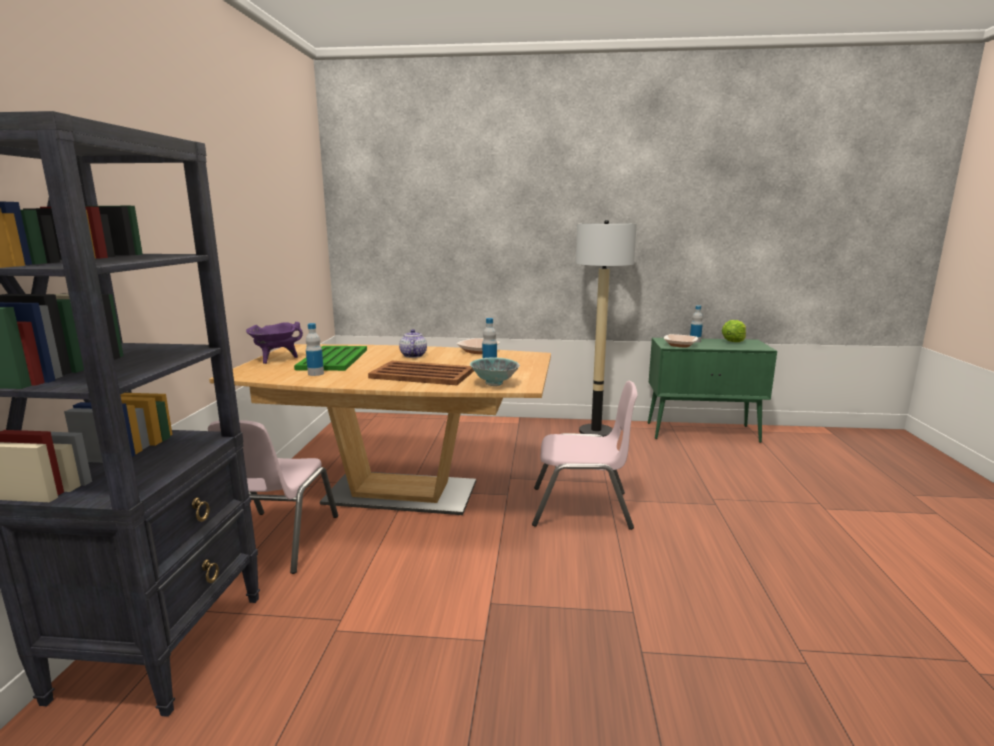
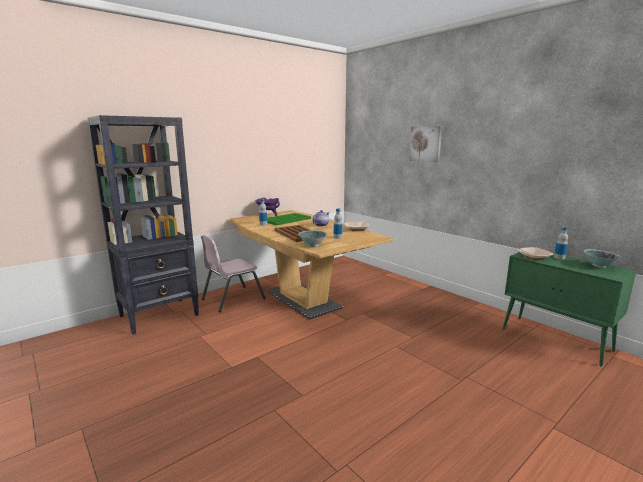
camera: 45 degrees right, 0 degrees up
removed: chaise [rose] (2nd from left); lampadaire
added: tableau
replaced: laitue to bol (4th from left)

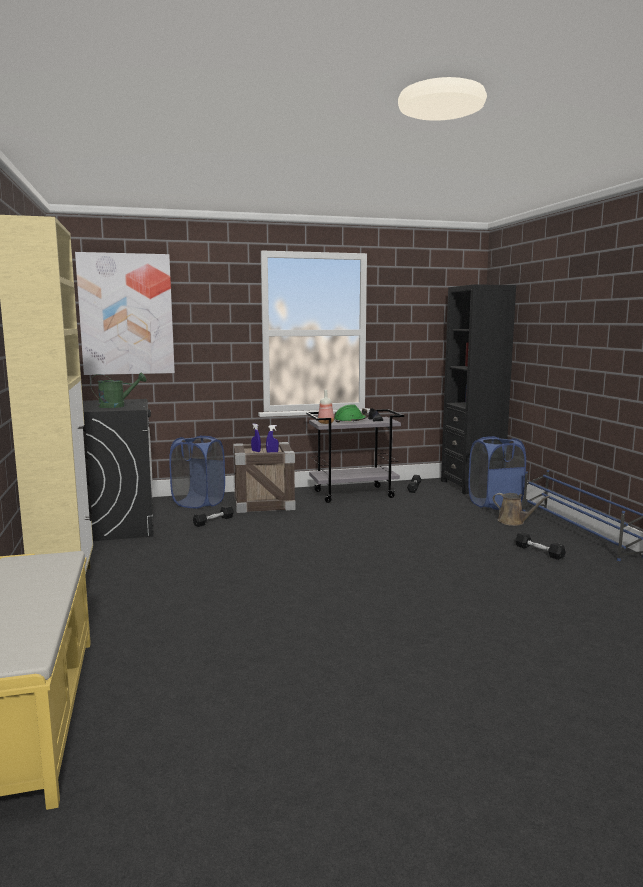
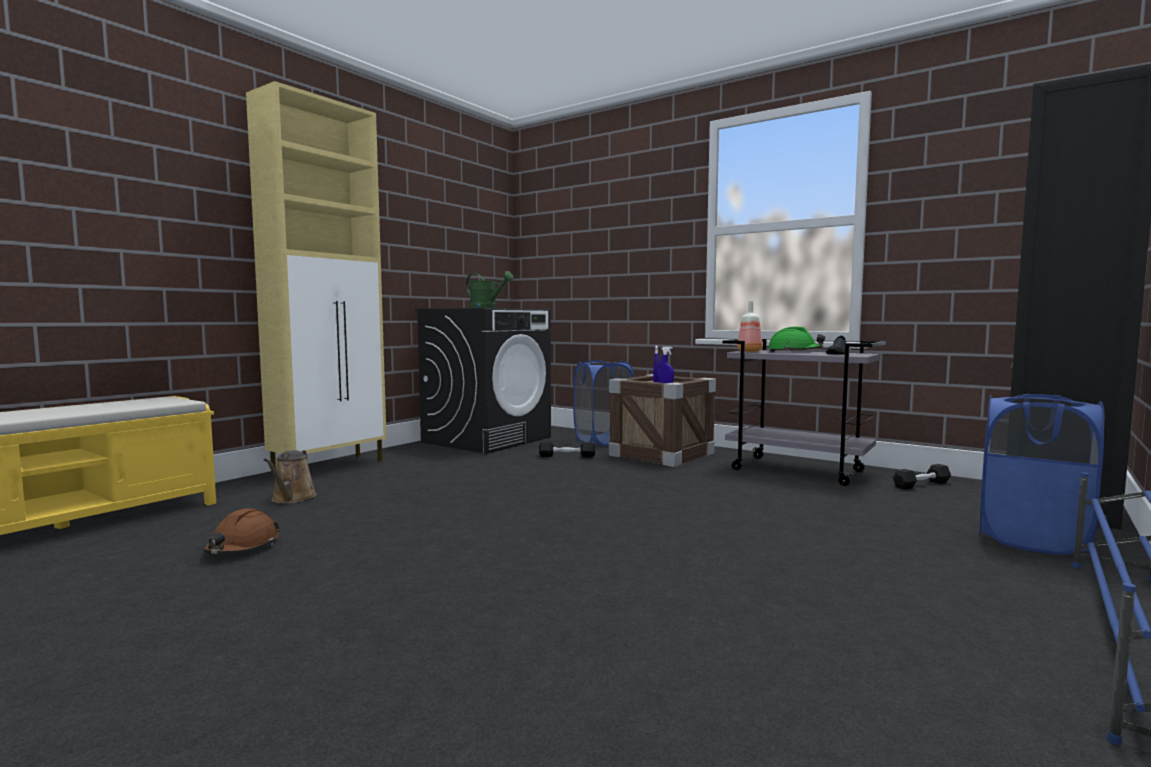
camera: 50 degrees right, 5 degrees down
removed: tableau; haltère [noir] (3rd from left)
added: casque de chantier [marron]
moved: arrosoir [marron]

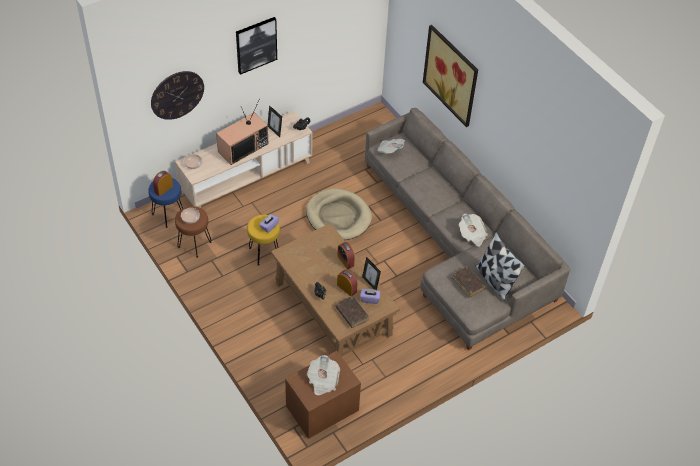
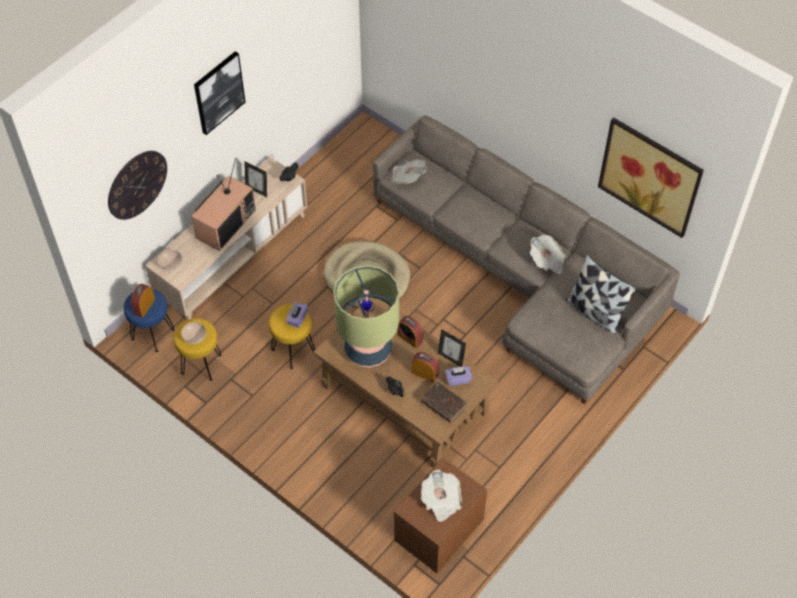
camera: 15 degrees left, 5 degrees up
removed: livre [marron] (2nd from left)
added: lampe de table
moved: tableau (2nd from left)
recoloured: tabouret [marron] to tabouret [jaune] (1st from left)

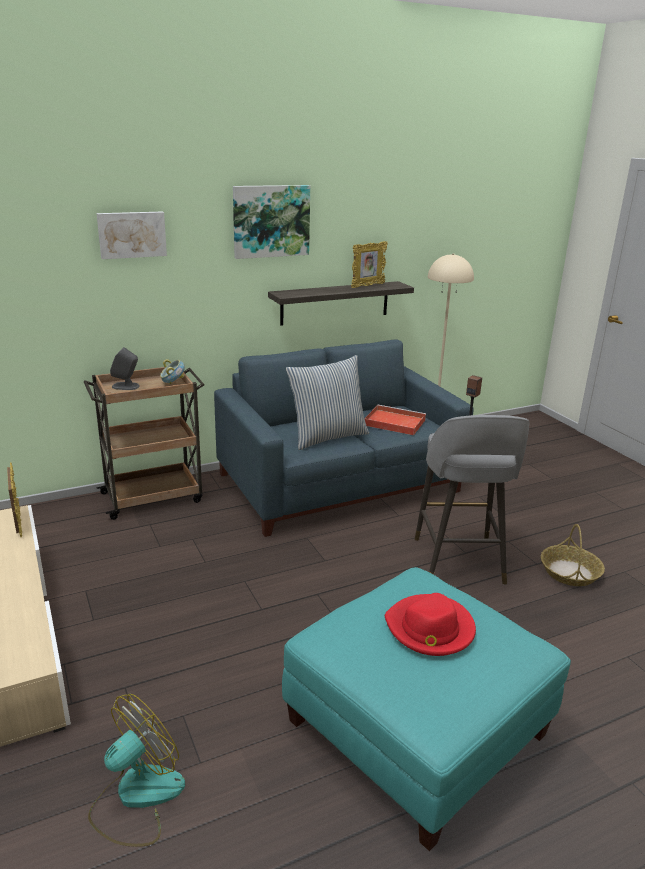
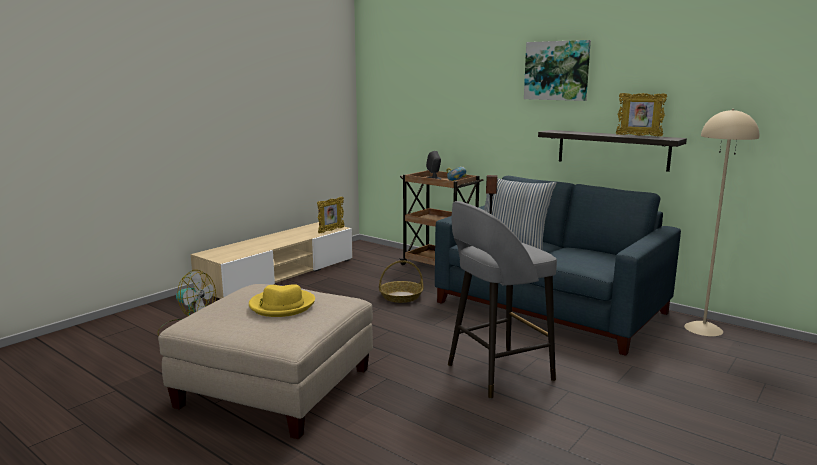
camera: 65 degrees right, 10 degrees down
removed: tableau (1st from left); plateau [rouge]
moved: panier
recoloured: pouf [turquoise] to pouf [beige]; chapeau [rouge] to chapeau [jaune]

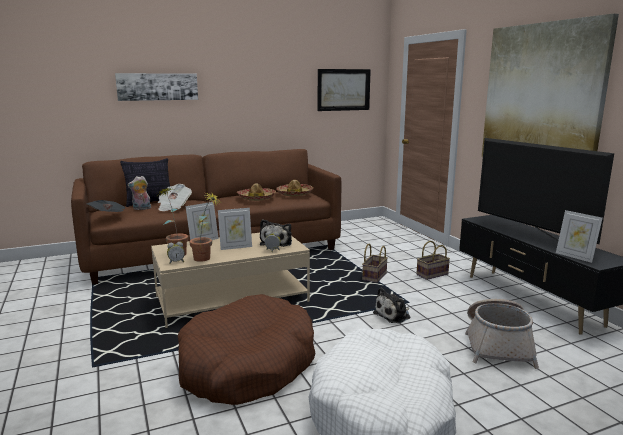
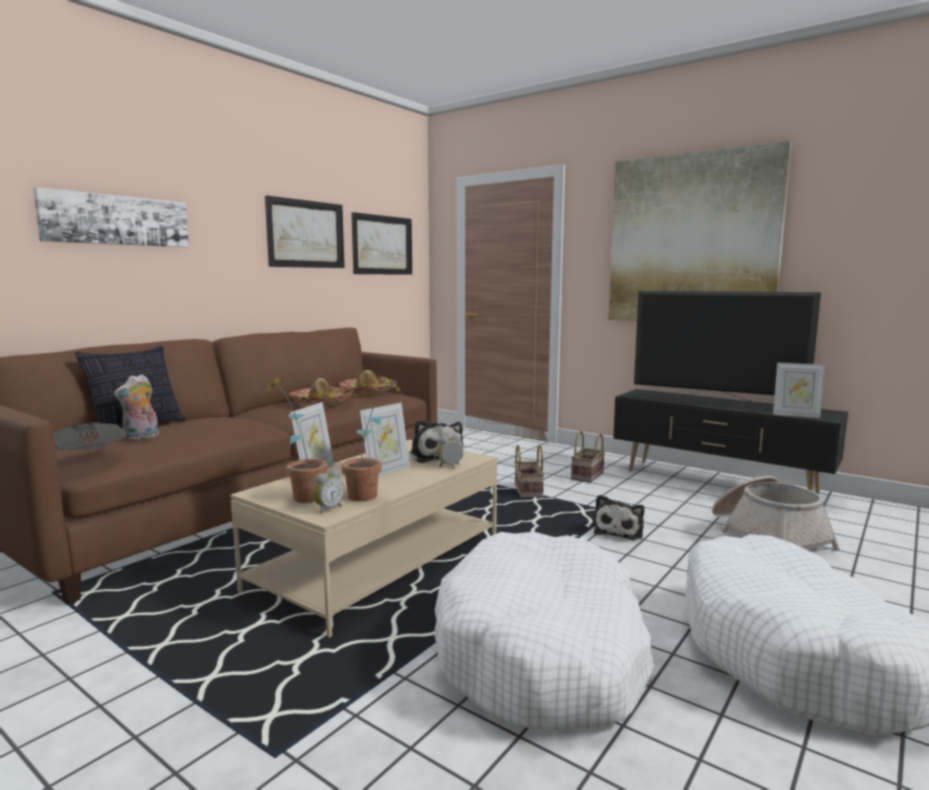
camera: 30 degrees left, 5 degrees down
removed: journal (2nd from left)
added: tableau (2nd from left)
recoloured: panier pour chien [marron] to panier pour chien [blanc] (1st from left)

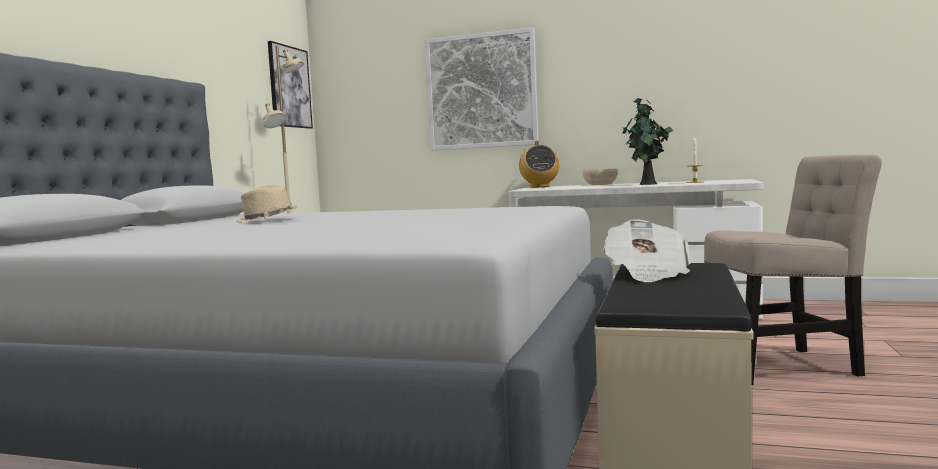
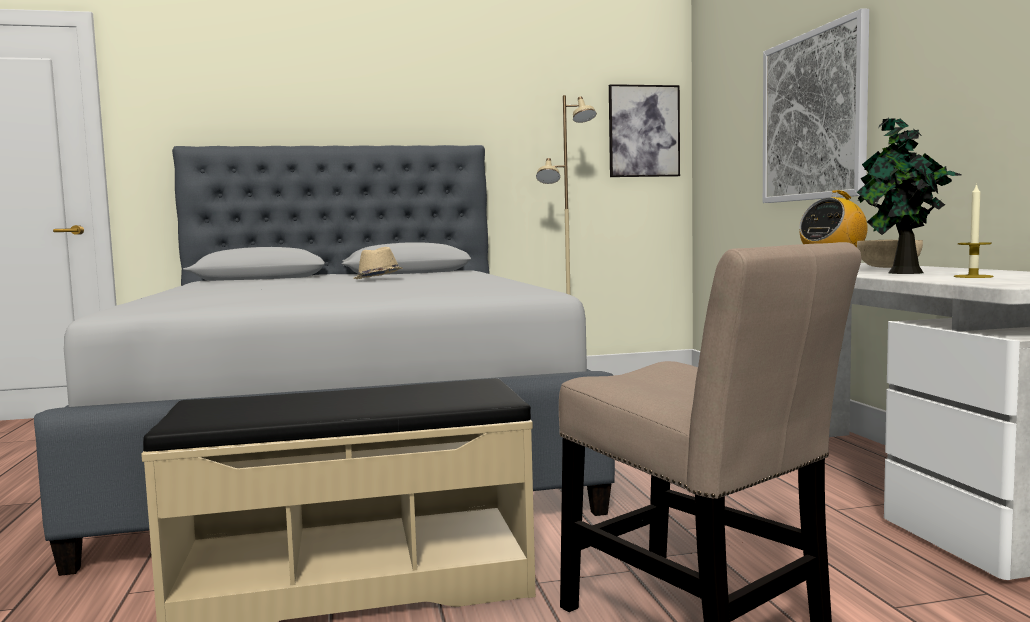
camera: 60 degrees right, 0 degrees up
removed: journal

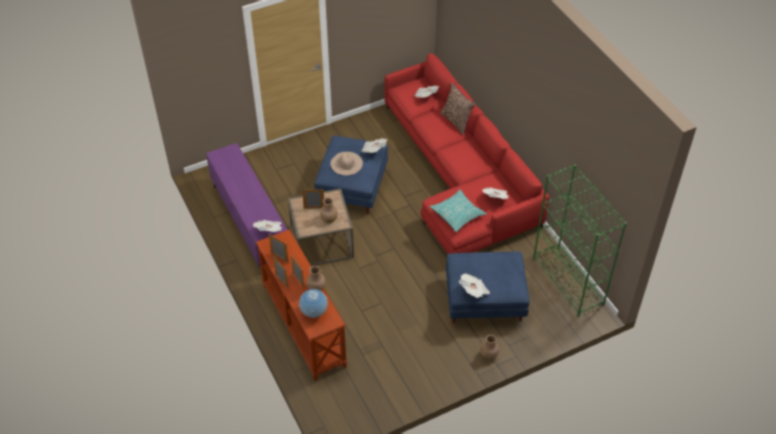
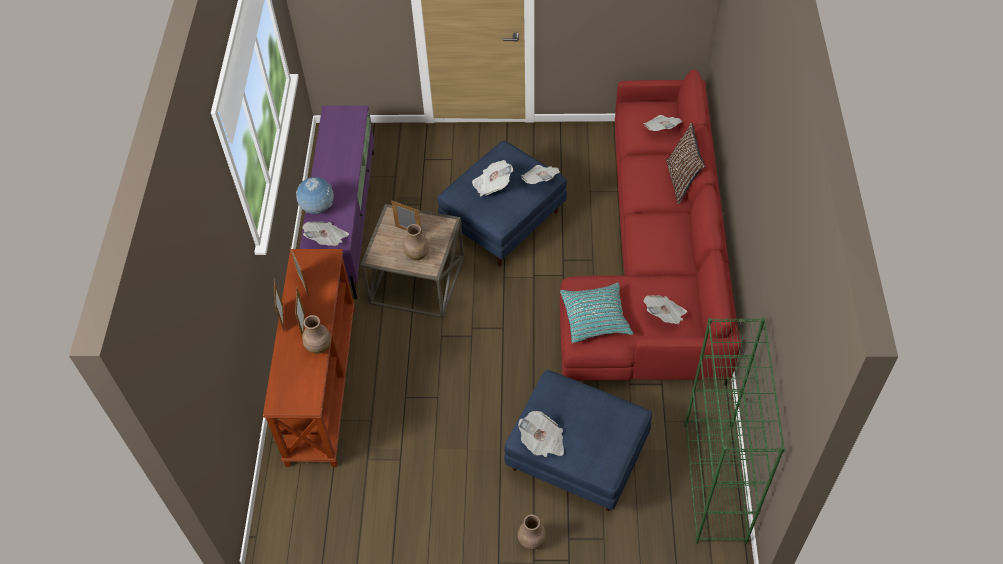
camera: 30 degrees right, 5 degrees up
moved: globe
replaced: chapeau [beige] to journal (2nd from left)

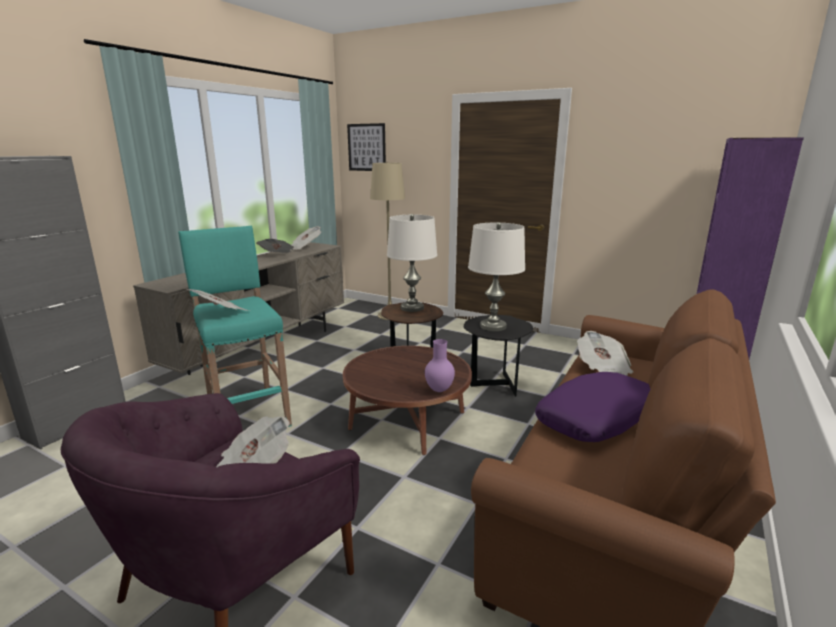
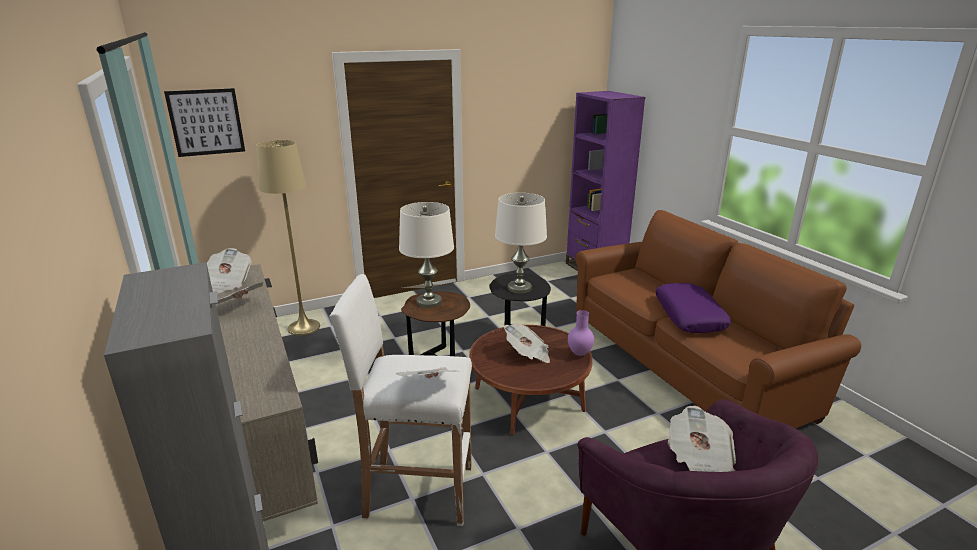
camera: 55 degrees left, 5 degrees up
moved: journal (5th from left in the first image) to journal (4th from left)
recoloured: tabouret [turquoise] to tabouret [blanc]

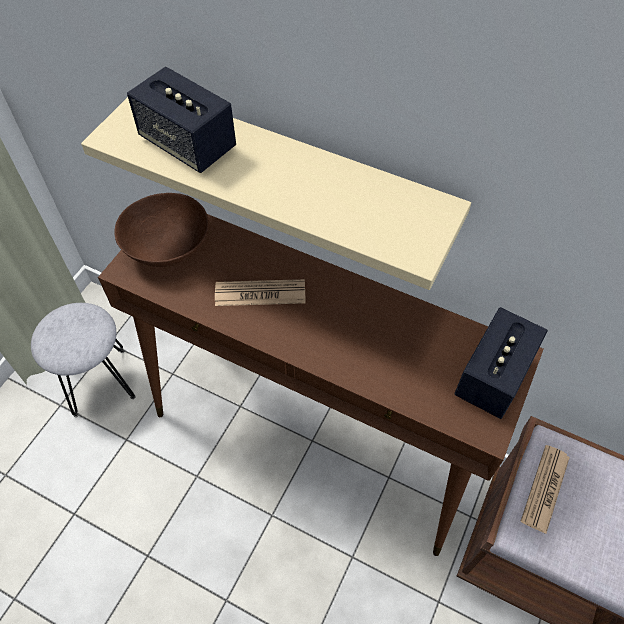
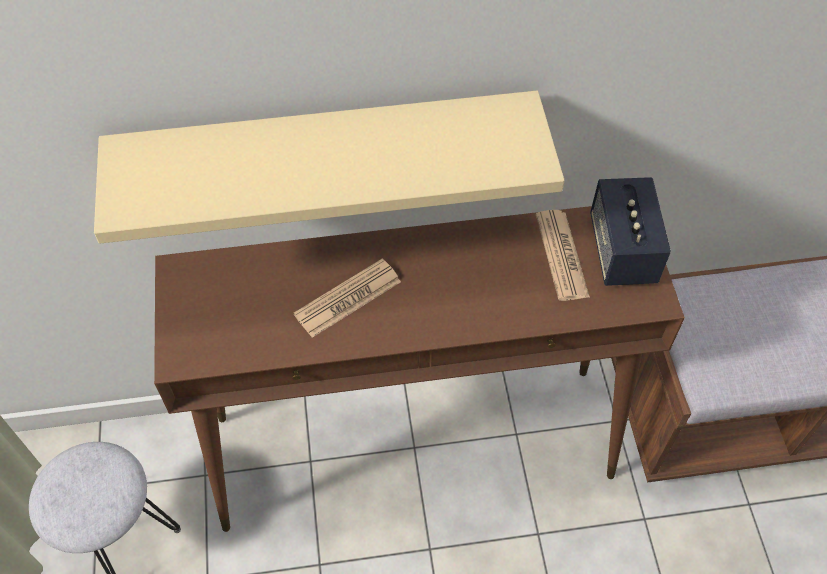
camera: 35 degrees left, 0 degrees up
removed: bol [marron]; enceinte (1st from left)
moved: journal (2nd from left)

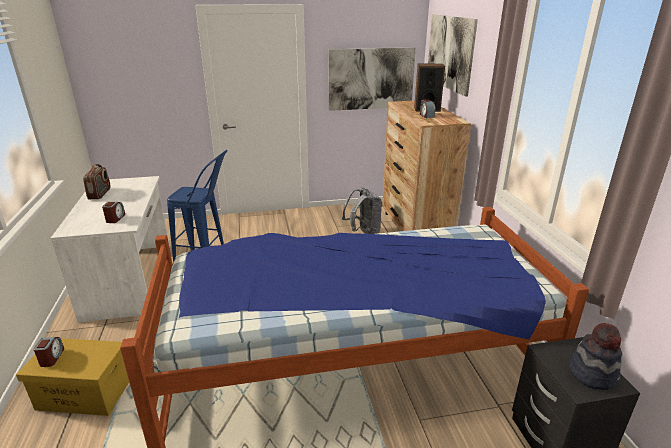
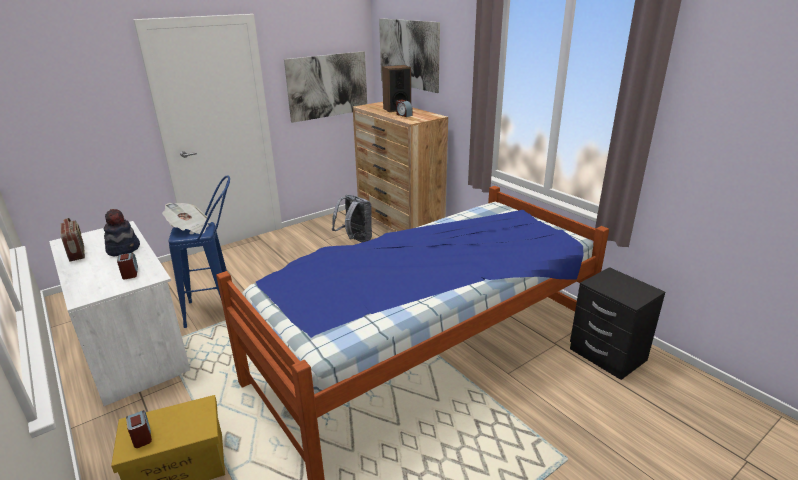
camera: 25 degrees left, 0 degrees up
added: journal
moved: chapeau

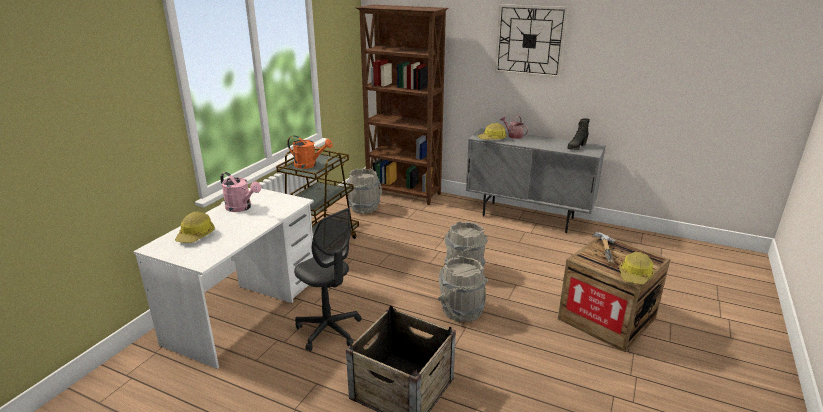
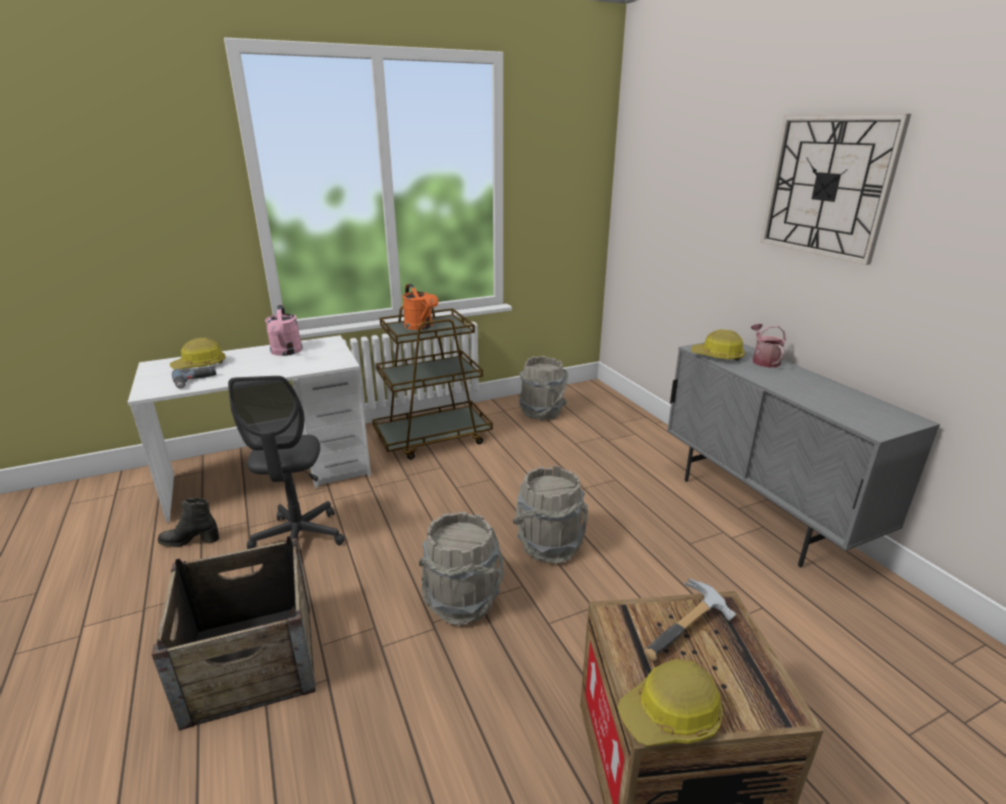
camera: 40 degrees right, 0 degrees up
removed: bibliothèque [marron]
added: perceuse
moved: botte [noir]

